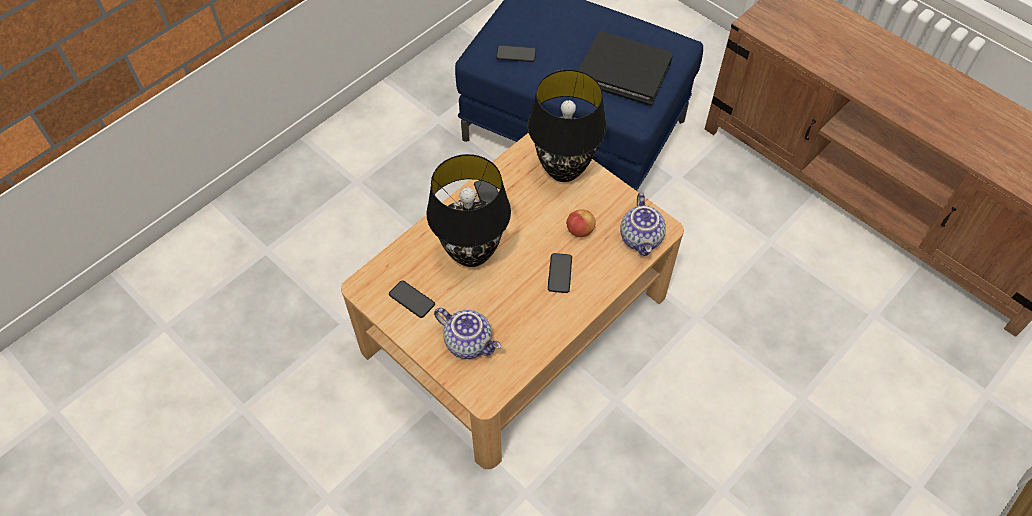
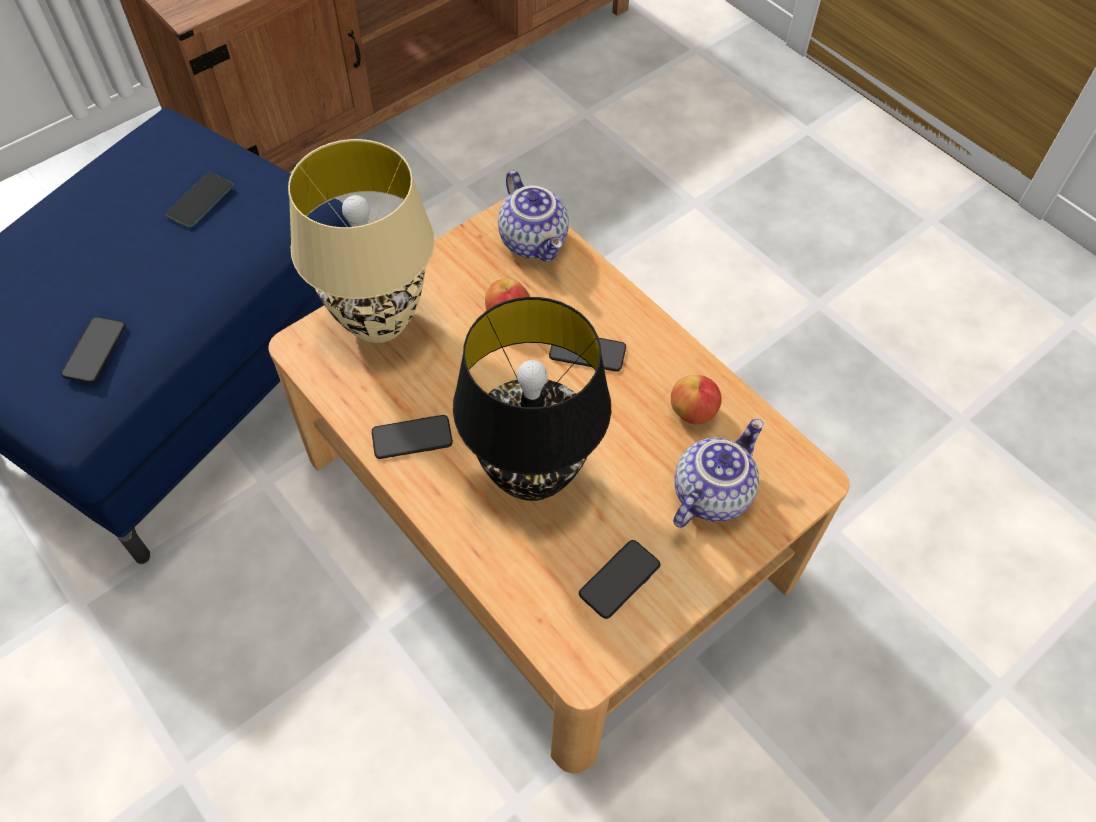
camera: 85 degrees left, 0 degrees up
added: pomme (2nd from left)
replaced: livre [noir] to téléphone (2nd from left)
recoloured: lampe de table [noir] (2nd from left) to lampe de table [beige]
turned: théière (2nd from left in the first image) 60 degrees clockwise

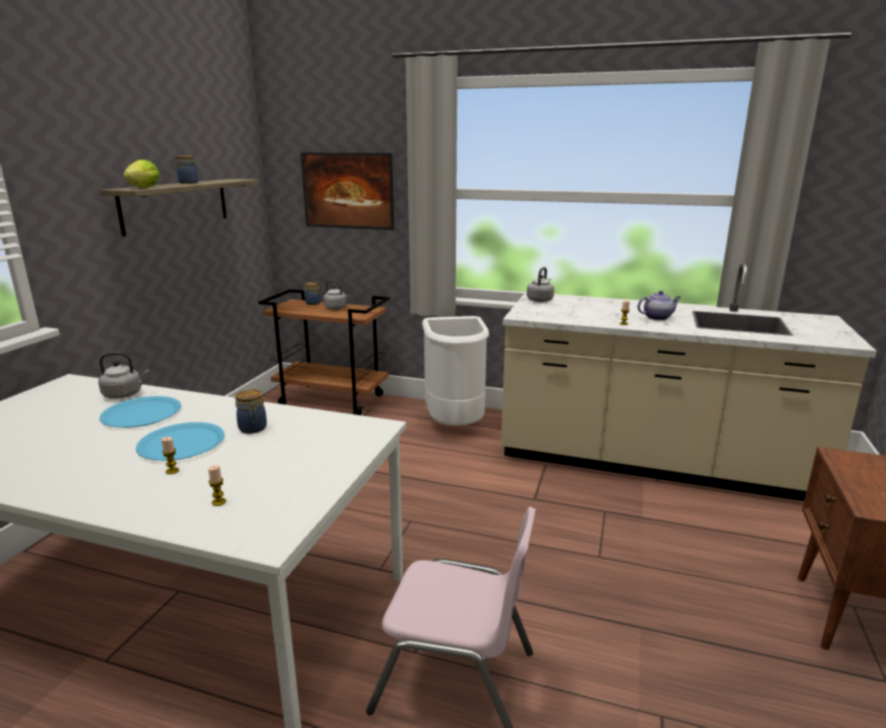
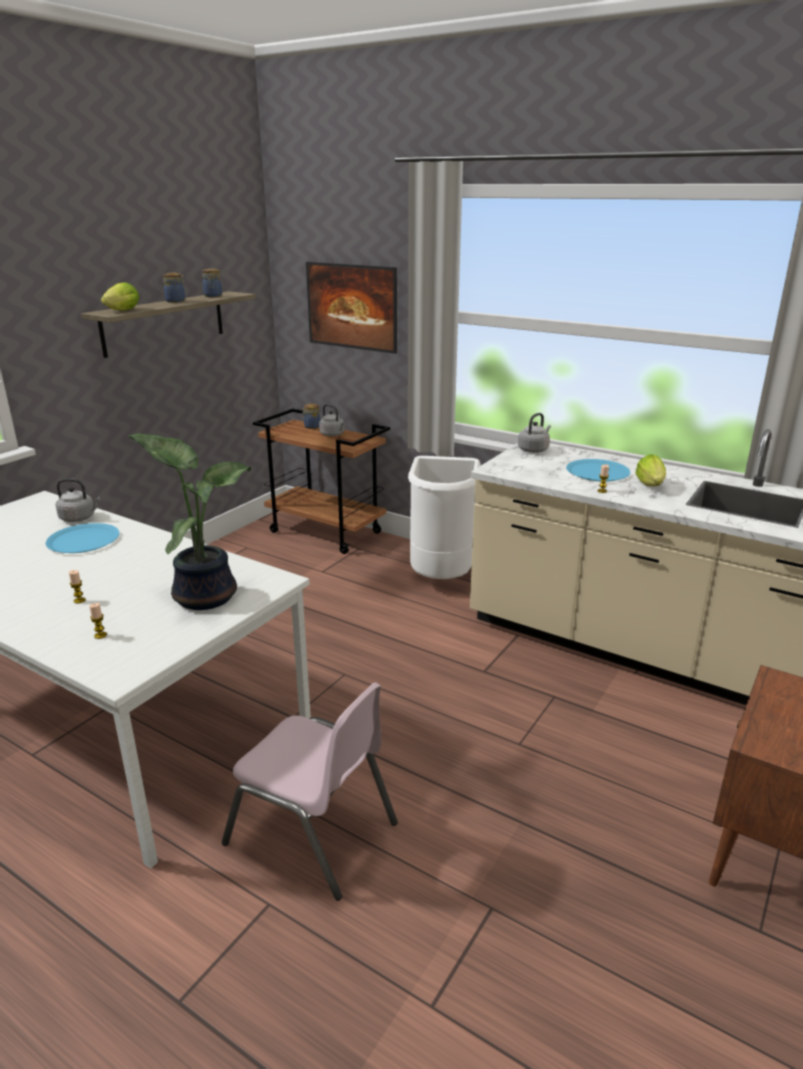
camera: 15 degrees right, 5 degrees up
added: plante en pot
moved: bocal (2nd from left); assiette [bleu] (2nd from left)
replaced: théière to laitue (2nd from left)

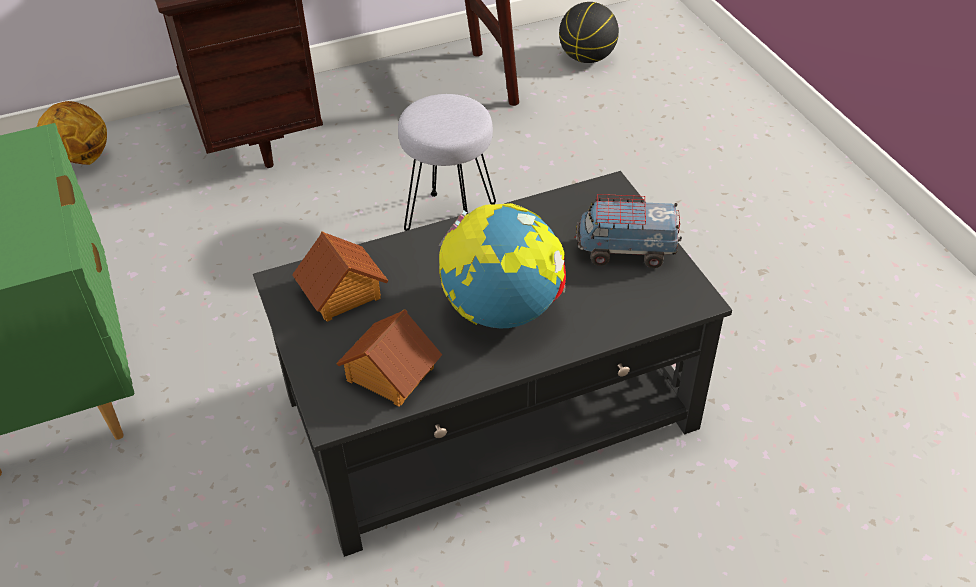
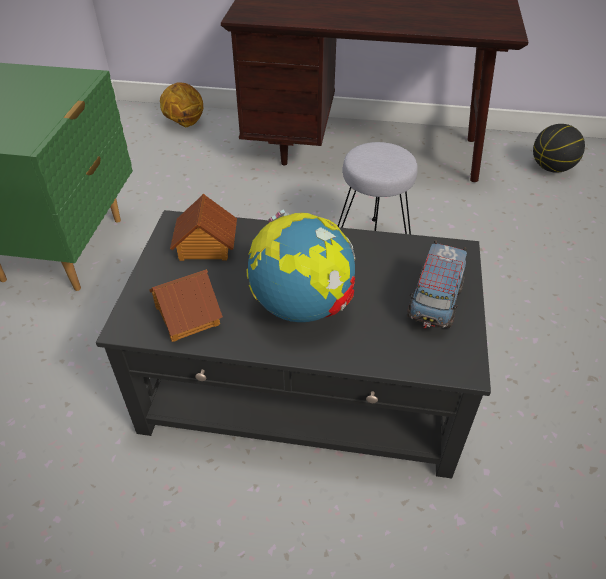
camera: 30 degrees right, 0 degrees up
turned: camion jouet 105 degrees counterclockwise

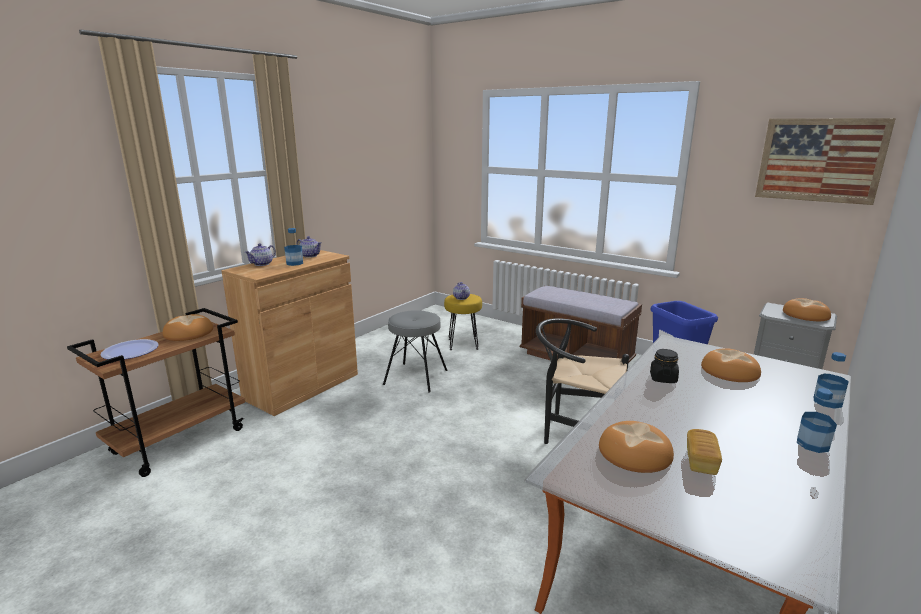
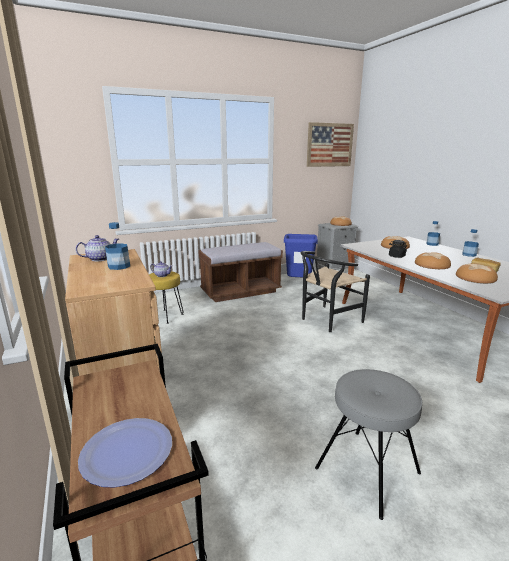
camera: 60 degrees left, 0 degrees up
removed: théière (1st from left)
moved: tabouret [gris]; pain (1st from left in the first image) to pain (3rd from left)

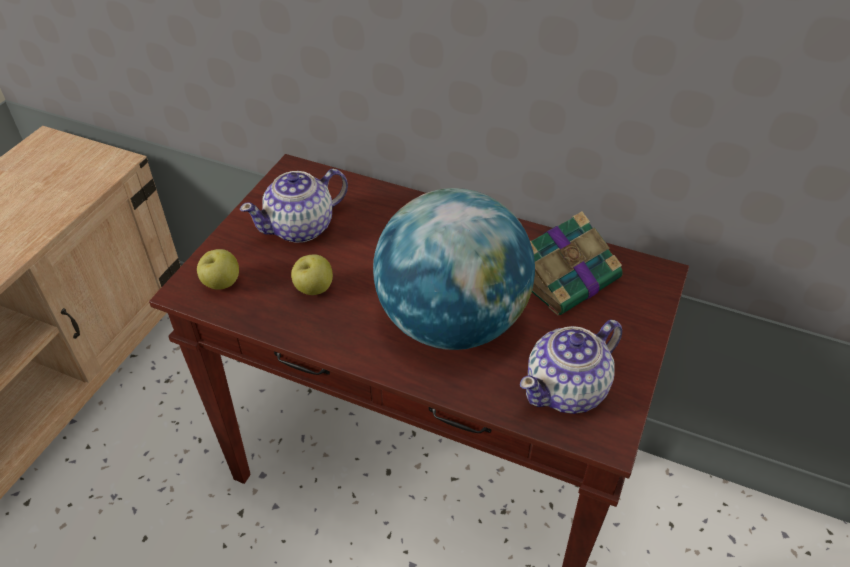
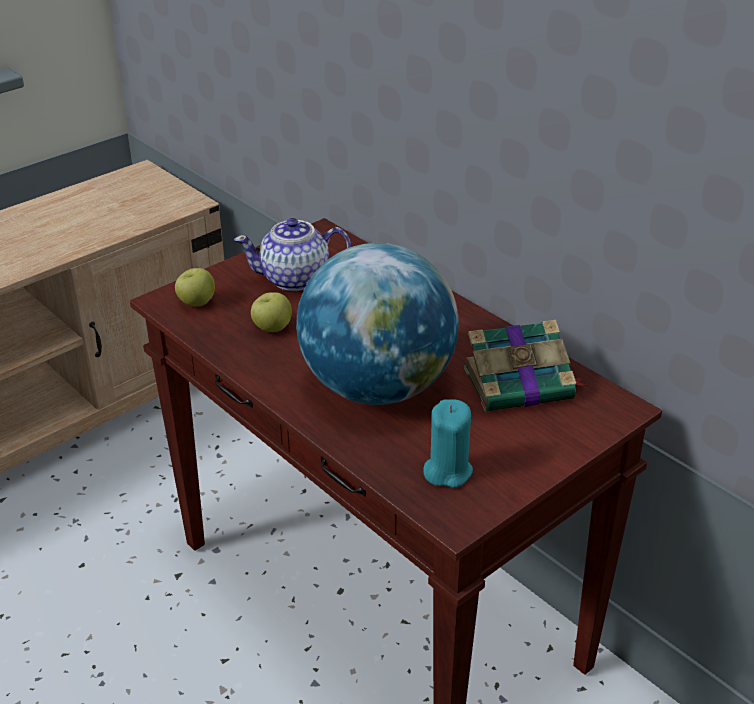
camera: 25 degrees right, 10 degrees down
replaced: théière (2nd from left) to bougie [turquoise]

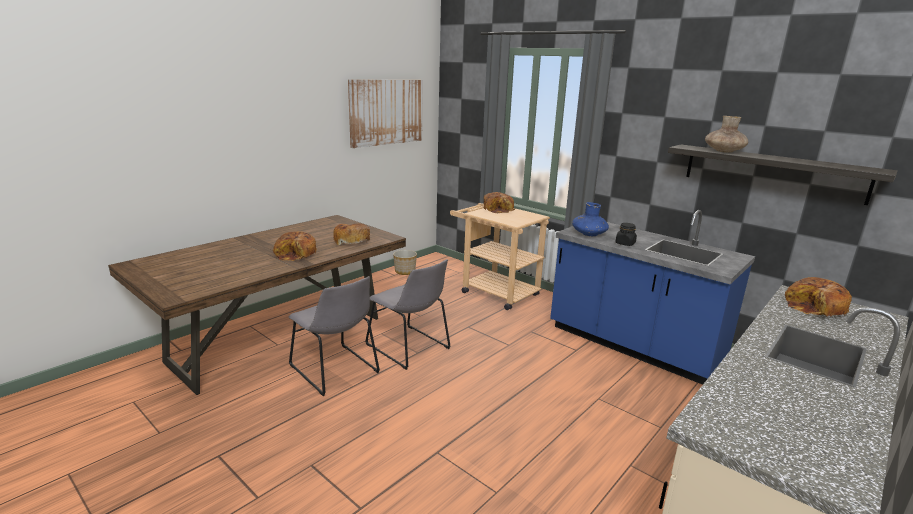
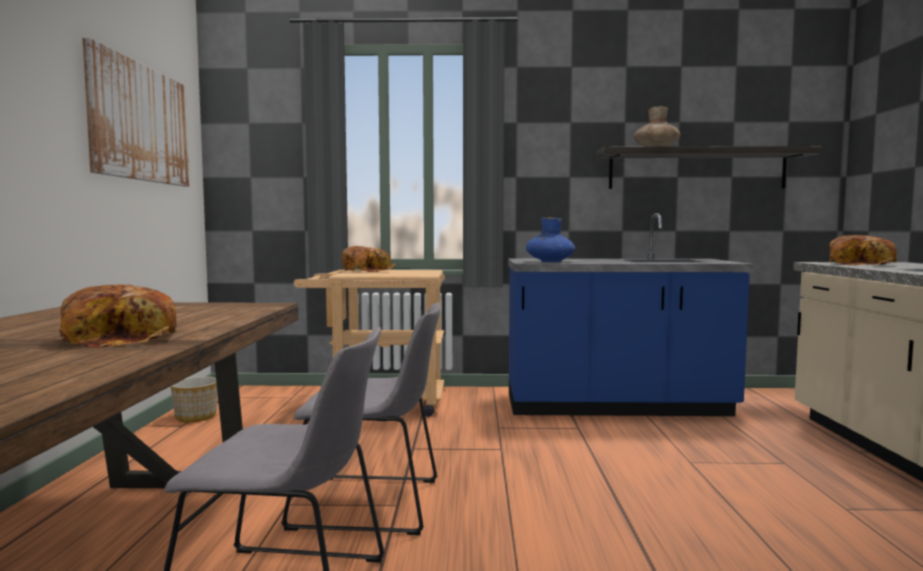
camera: 40 degrees left, 15 degrees down
removed: pain (2nd from left); bocal [noir]

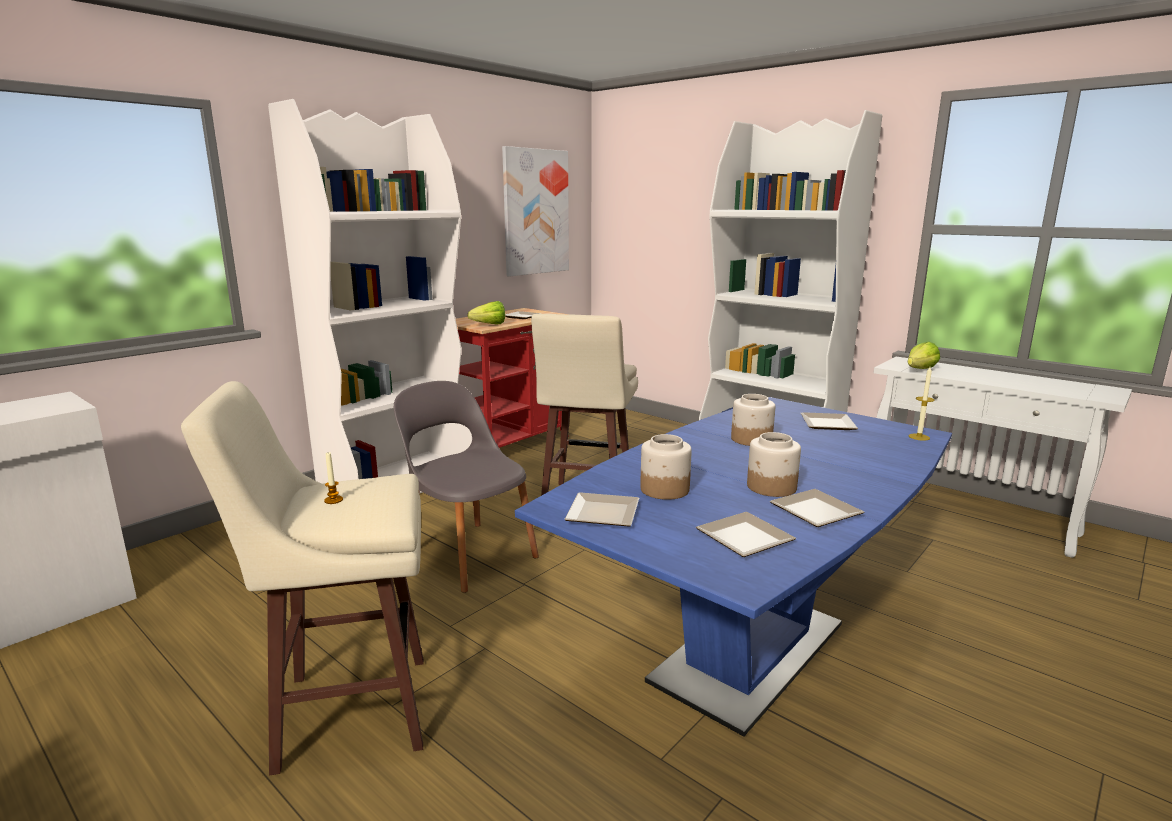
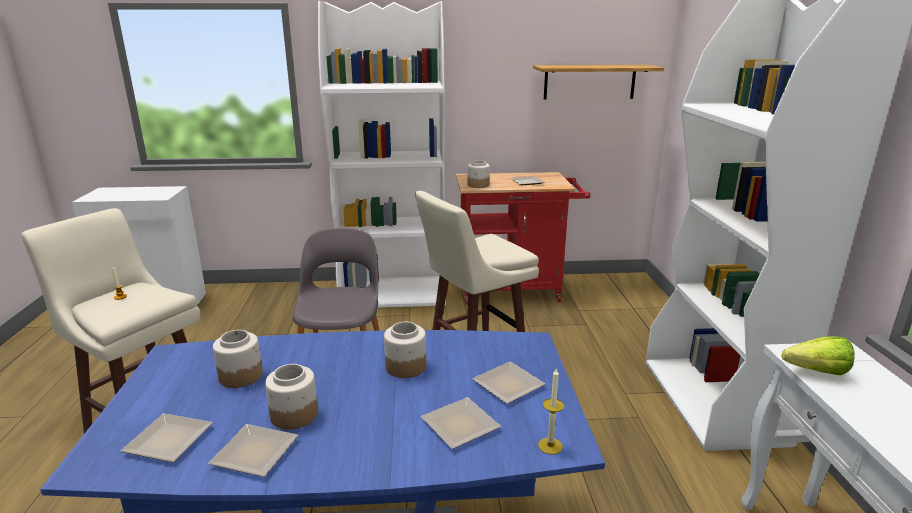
camera: 45 degrees right, 5 degrees up
moved: assiette (2nd from left in the first image) to assiette (3rd from left)
replaced: laitue (1st from left) to bocal (4th from left); tableau to étagère

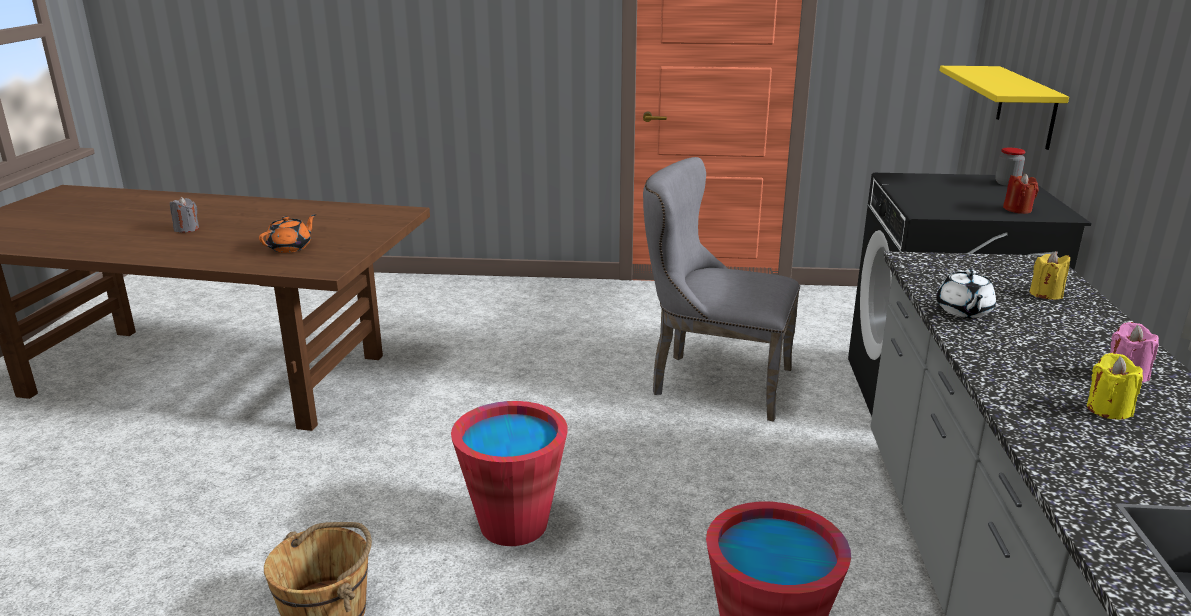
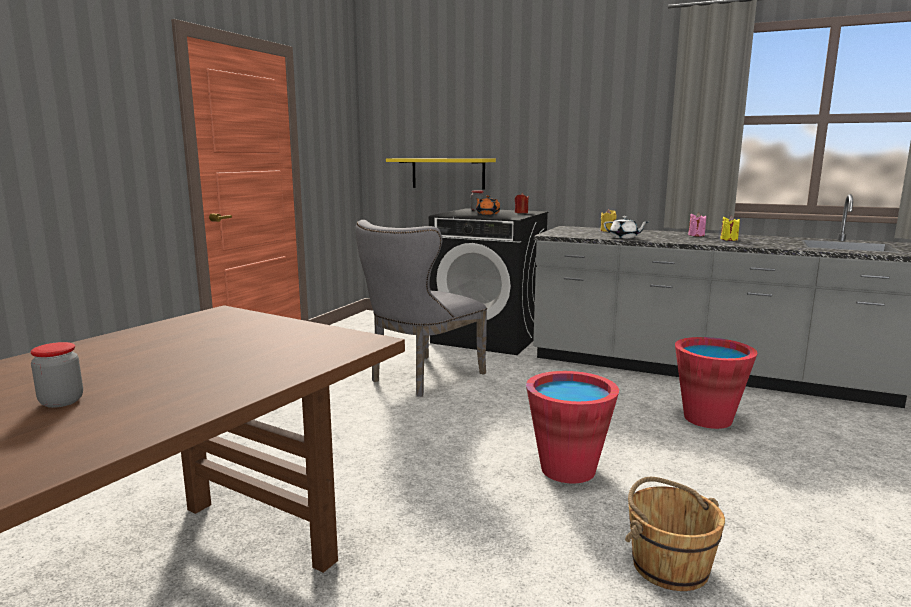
camera: 70 degrees left, 10 degrees down
moved: théière [orange]
replaced: bougie [gris] to bocal (1st from left)

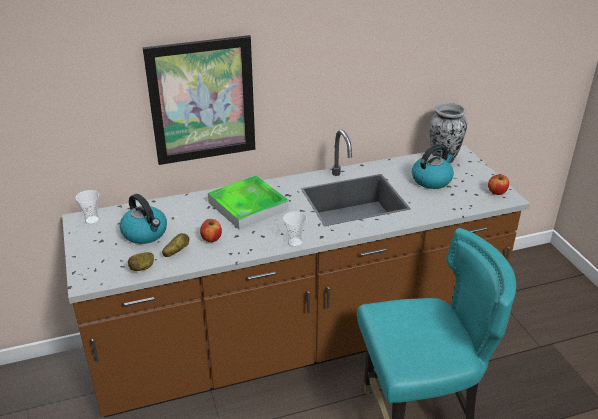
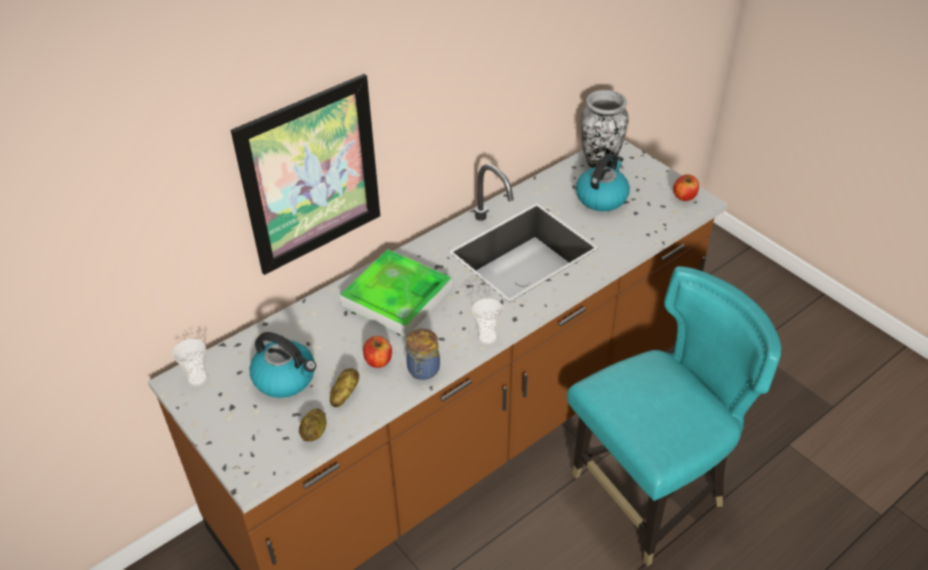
camera: 20 degrees left, 10 degrees up
added: bocal

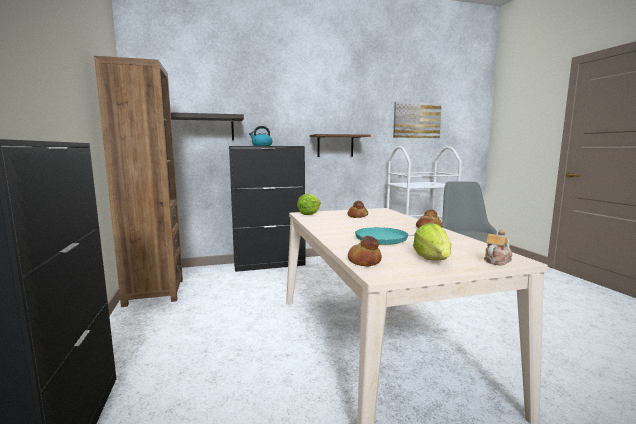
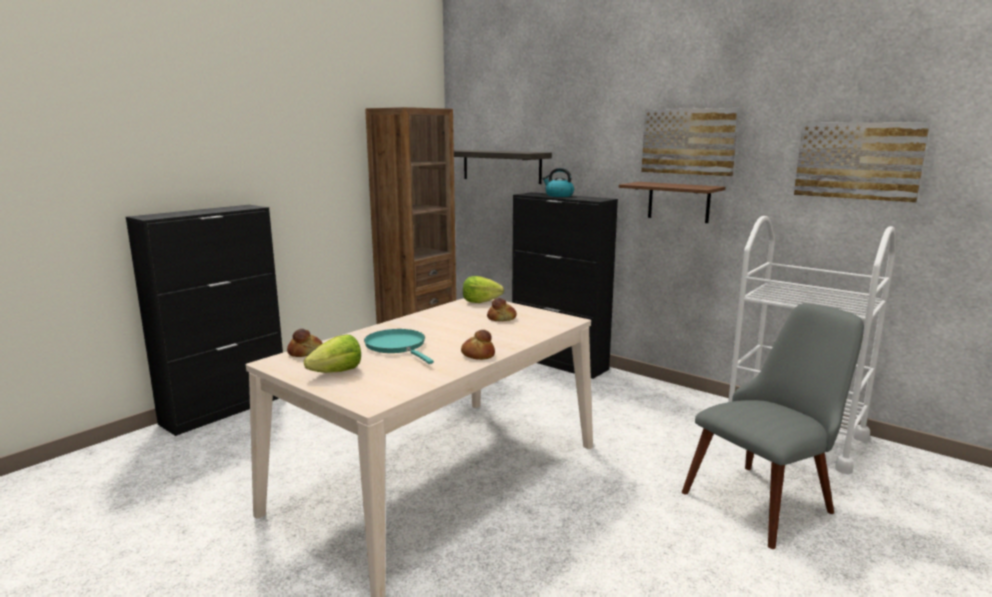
camera: 55 degrees right, 5 degrees up
removed: théière
added: tableau (1st from left)

